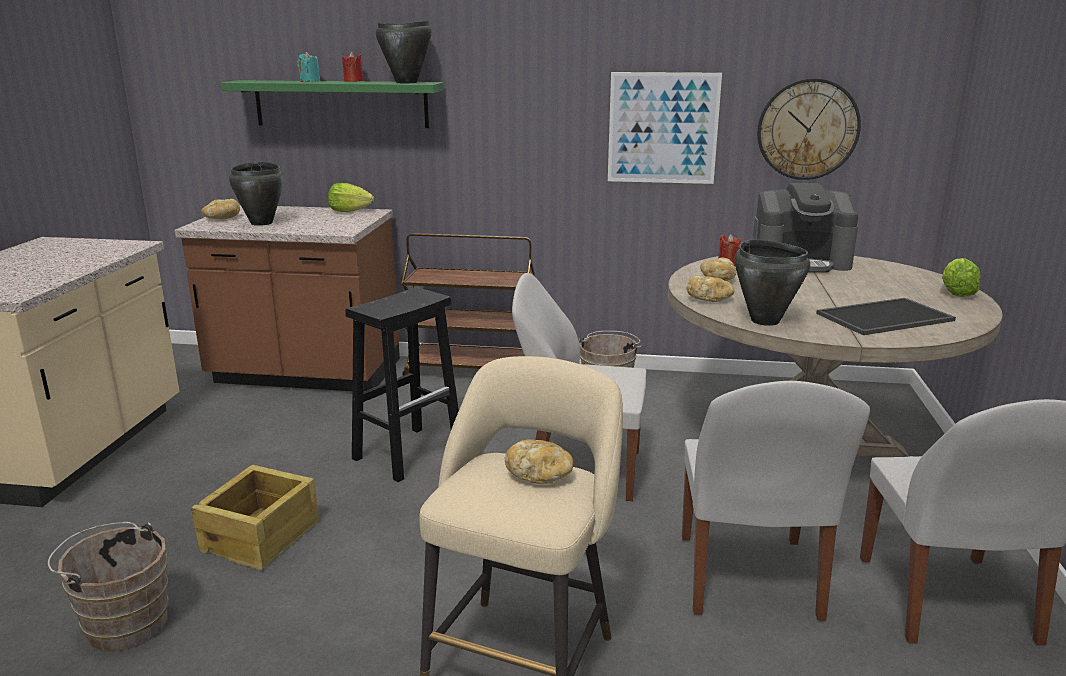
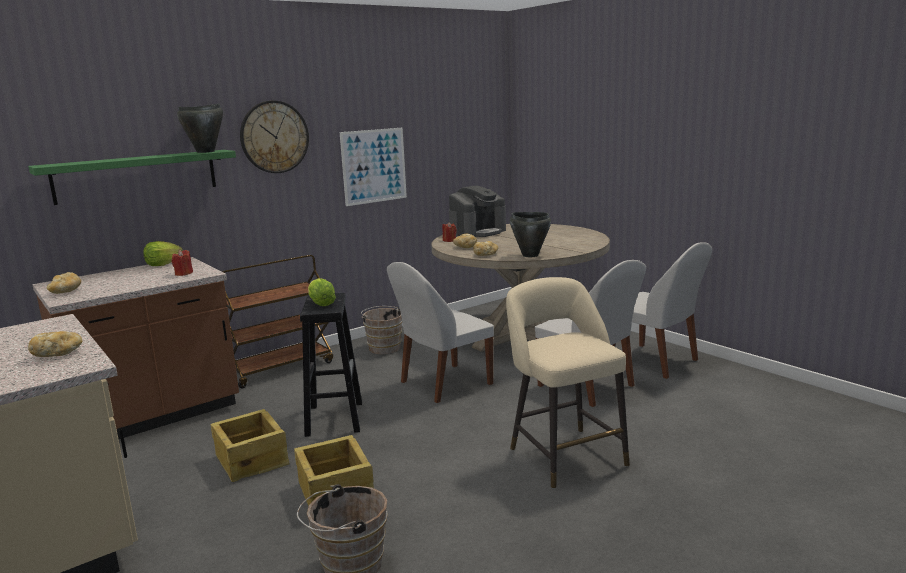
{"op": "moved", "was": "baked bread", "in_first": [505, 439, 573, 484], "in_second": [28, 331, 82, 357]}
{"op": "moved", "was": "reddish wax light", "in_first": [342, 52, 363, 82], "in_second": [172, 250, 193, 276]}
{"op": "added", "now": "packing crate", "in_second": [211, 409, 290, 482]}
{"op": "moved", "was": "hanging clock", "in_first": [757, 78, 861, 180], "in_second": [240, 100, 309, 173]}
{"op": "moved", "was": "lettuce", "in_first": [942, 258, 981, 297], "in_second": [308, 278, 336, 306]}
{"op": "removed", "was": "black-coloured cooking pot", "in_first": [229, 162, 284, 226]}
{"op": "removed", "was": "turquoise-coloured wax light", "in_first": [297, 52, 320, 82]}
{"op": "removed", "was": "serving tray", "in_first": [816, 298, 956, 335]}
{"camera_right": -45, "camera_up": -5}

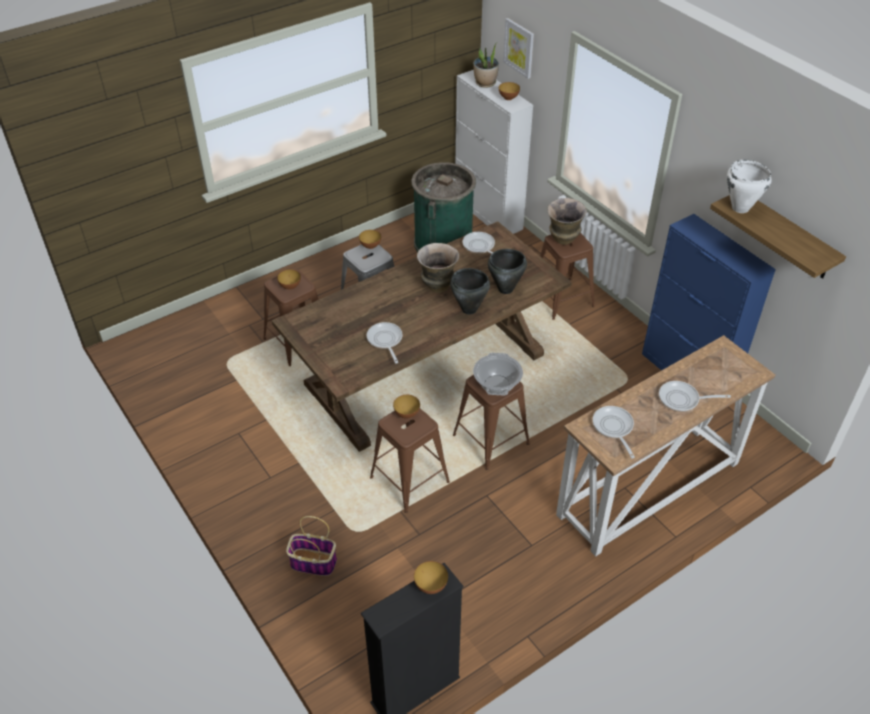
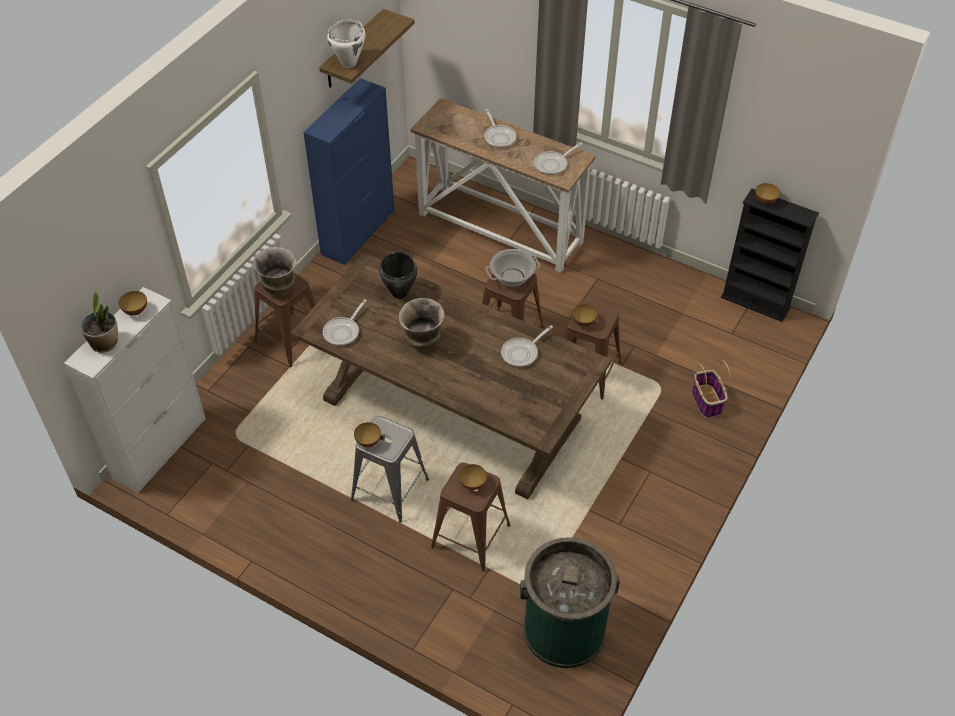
{"op": "moved", "was": "greenish rubbish bin", "in_first": [411, 162, 476, 252], "in_second": [520, 537, 620, 668]}
{"op": "removed", "was": "black-coloured cooking pot", "in_first": [450, 268, 490, 314]}
{"op": "removed", "was": "picture", "in_first": [503, 18, 534, 79]}
{"camera_right": -115, "camera_up": 5}

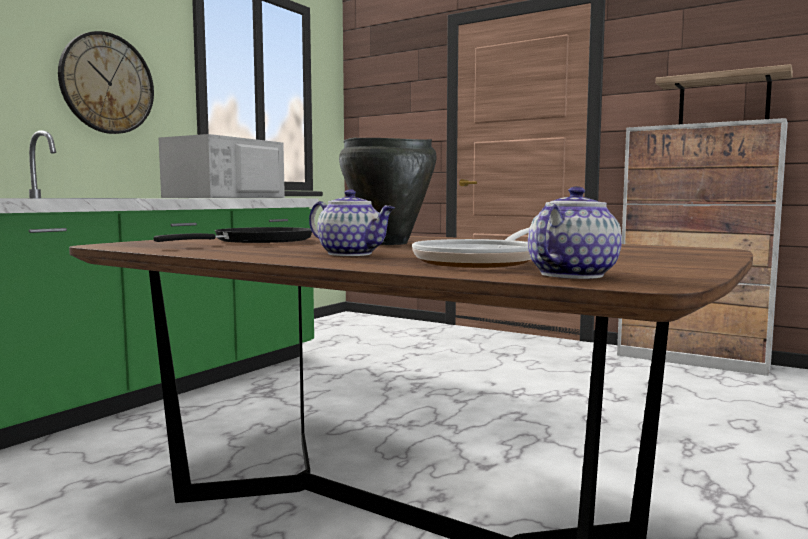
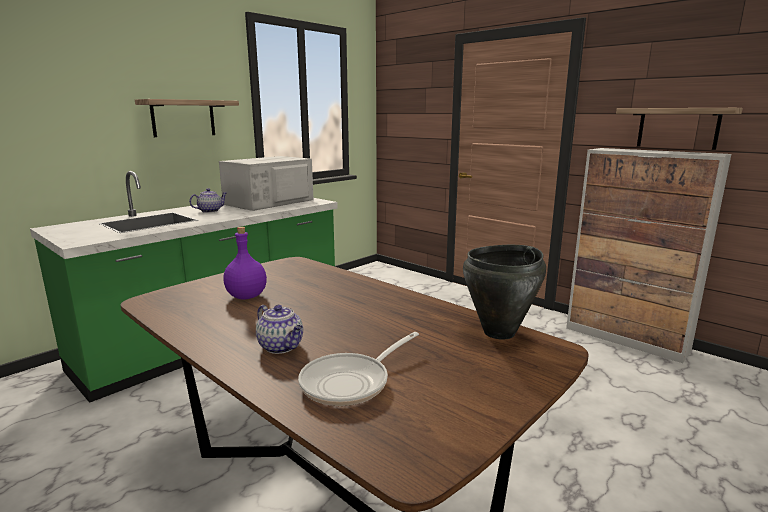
{"op": "replaced", "was": "hanging clock", "now": "wall shelf", "in_first": [58, 31, 154, 134], "in_second": [135, 99, 239, 137]}
{"op": "moved", "was": "tea pot", "in_first": [528, 186, 622, 279], "in_second": [189, 188, 227, 213]}
{"op": "replaced", "was": "black-coloured pan", "now": "purplish beverage bottle", "in_first": [154, 227, 312, 243], "in_second": [223, 227, 267, 300]}
{"op": "moved", "was": "black-coloured cooking pot", "in_first": [339, 137, 437, 245], "in_second": [463, 245, 546, 339]}
{"camera_right": 10, "camera_up": 10}

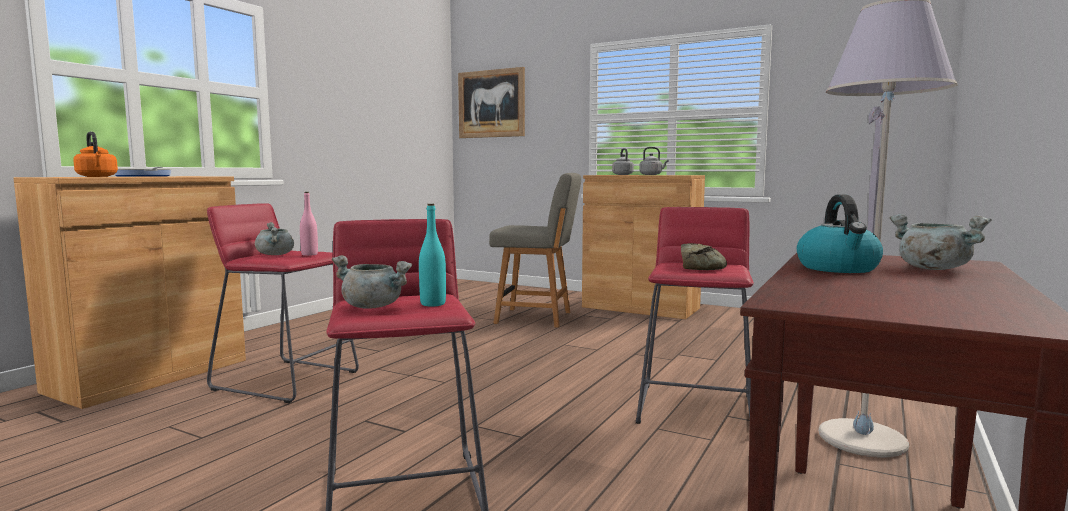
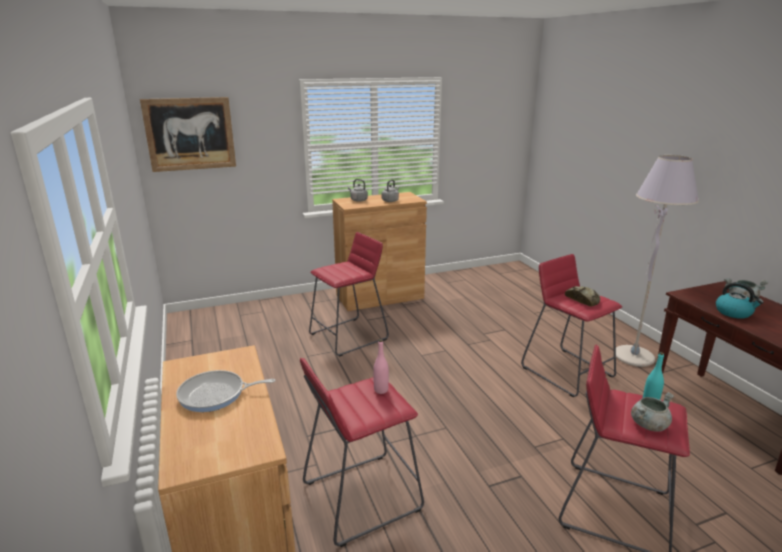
{"op": "replaced", "was": "gray chair", "now": "reddish sitting stool", "in_first": [489, 173, 581, 328], "in_second": [309, 232, 389, 357]}
{"op": "removed", "was": "orange-coloured tea kettle", "in_first": [73, 132, 118, 177]}
{"op": "removed", "was": "gray cooking pot", "in_first": [255, 222, 294, 255]}
{"camera_right": -50, "camera_up": 15}

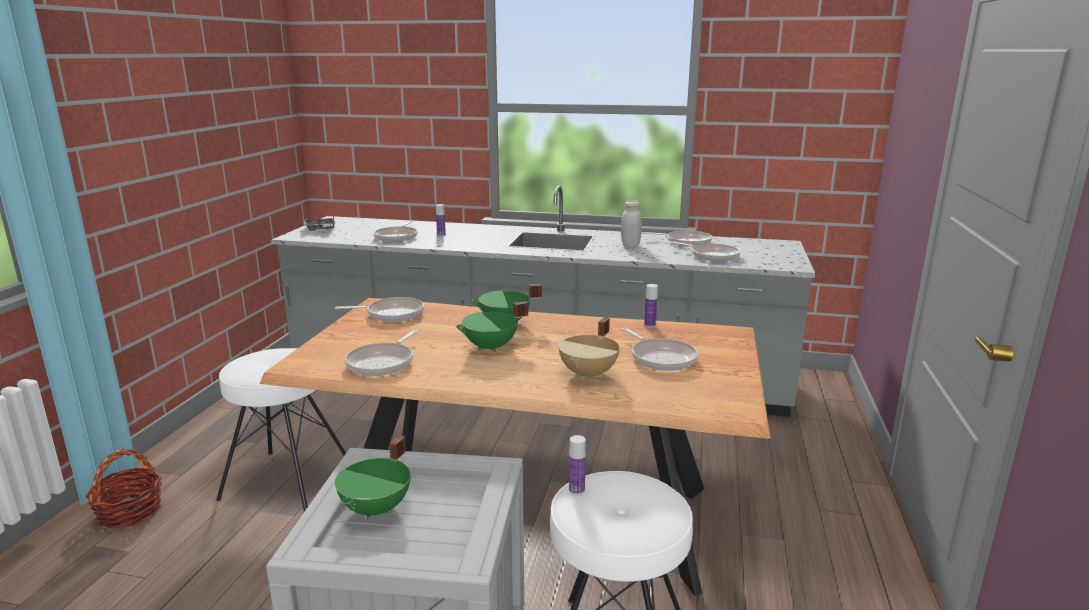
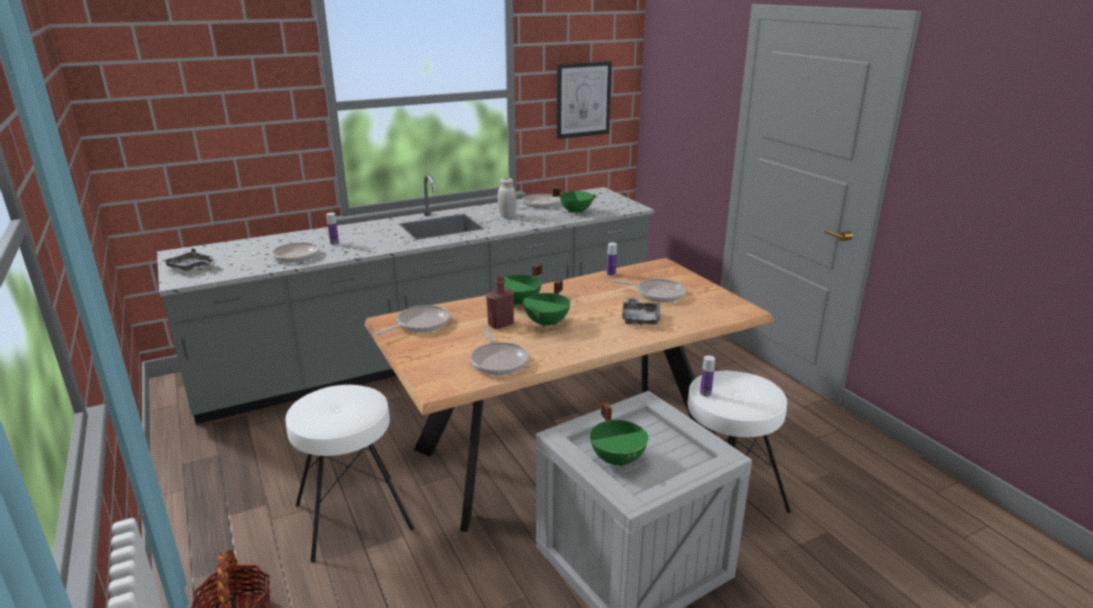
{"op": "added", "now": "reddish beverage bottle", "in_second": [486, 275, 514, 329]}
{"op": "replaced", "was": "pan", "now": "greenish cooking pot", "in_first": [669, 241, 741, 262], "in_second": [552, 187, 598, 215]}
{"op": "added", "now": "picture", "in_second": [557, 61, 612, 139]}
{"op": "replaced", "was": "sand-coloured cooking pot", "now": "gray serving tray", "in_first": [558, 317, 620, 380], "in_second": [622, 298, 660, 326]}
{"camera_right": -40, "camera_up": 5}

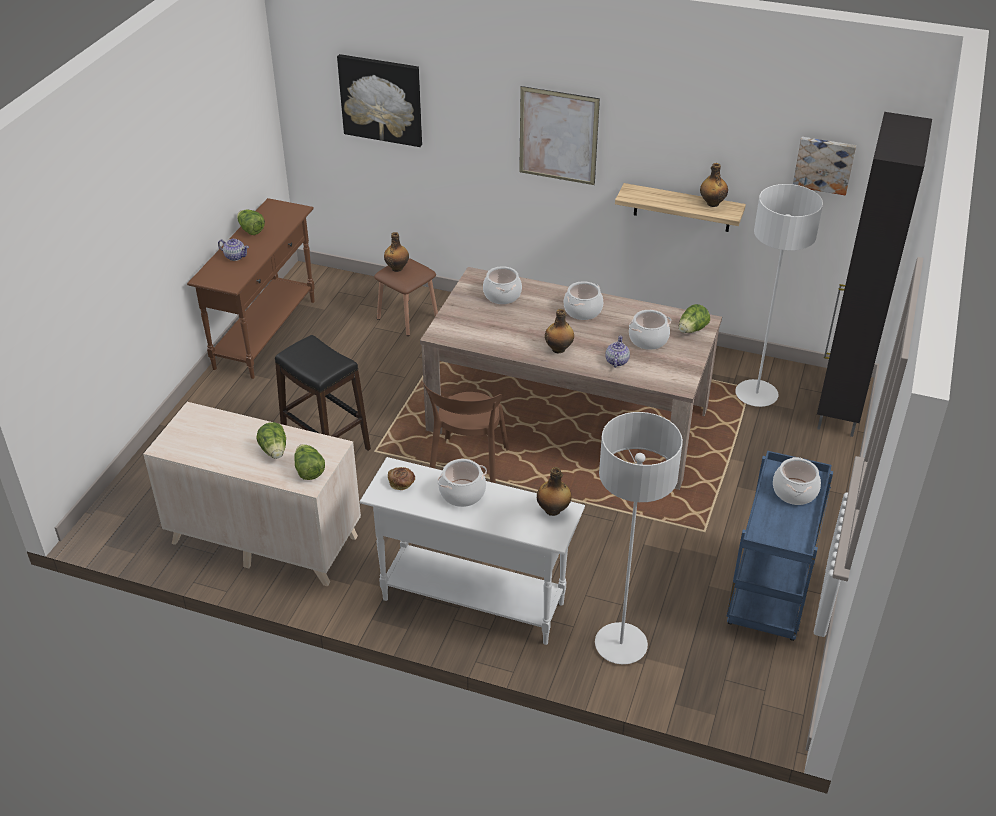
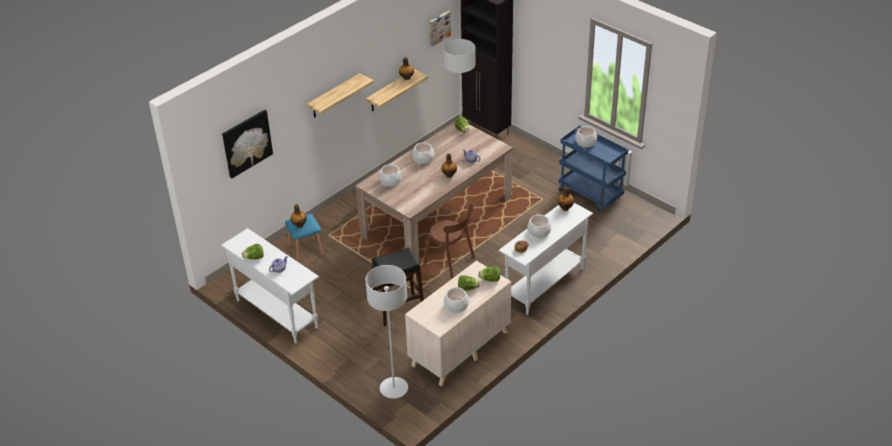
{"op": "recoloured", "was": "brown-coloured console table", "now": "white console table", "in_first": [187, 198, 315, 379], "in_second": [221, 228, 319, 343]}
{"op": "recoloured", "was": "brown-coloured sitting stool", "now": "blue-coloured sitting stool", "in_first": [374, 258, 438, 336], "in_second": [285, 214, 324, 262]}
{"op": "replaced", "was": "picture", "now": "wall shelf", "in_first": [519, 86, 600, 185], "in_second": [307, 73, 374, 118]}
{"op": "moved", "was": "gray standing lamp", "in_first": [595, 412, 683, 664], "in_second": [365, 265, 408, 399]}
{"op": "moved", "was": "cooking pot", "in_first": [629, 310, 671, 350], "in_second": [444, 287, 469, 313]}
{"camera_right": -65, "camera_up": 0}

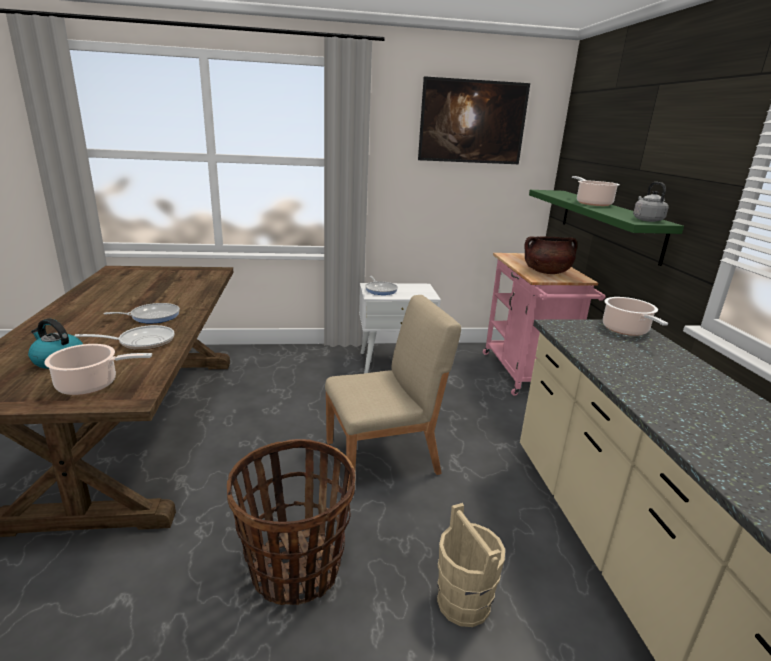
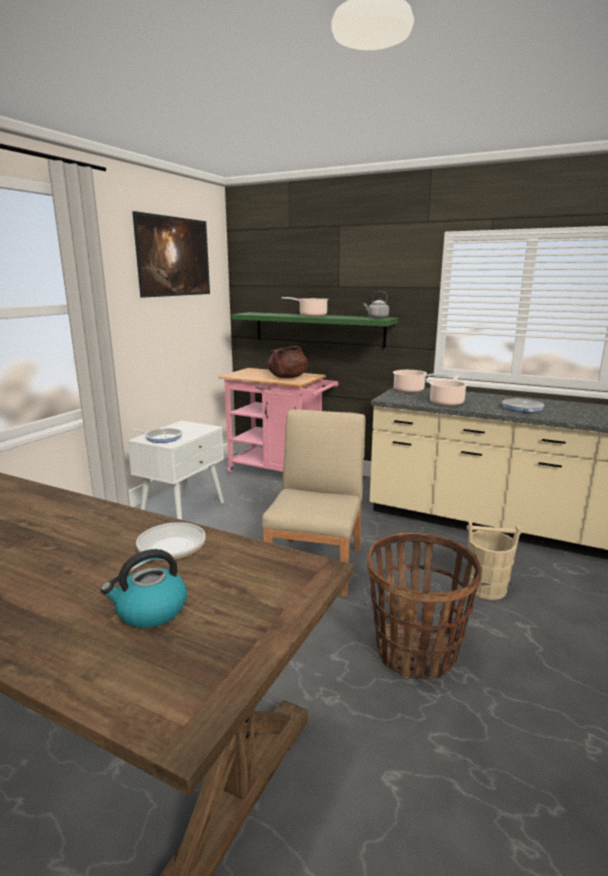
{"op": "moved", "was": "cooking pot", "in_first": [45, 344, 152, 395], "in_second": [429, 375, 468, 406]}
{"op": "moved", "was": "pan", "in_first": [103, 303, 180, 323], "in_second": [502, 398, 544, 413]}
{"camera_right": -55, "camera_up": -5}

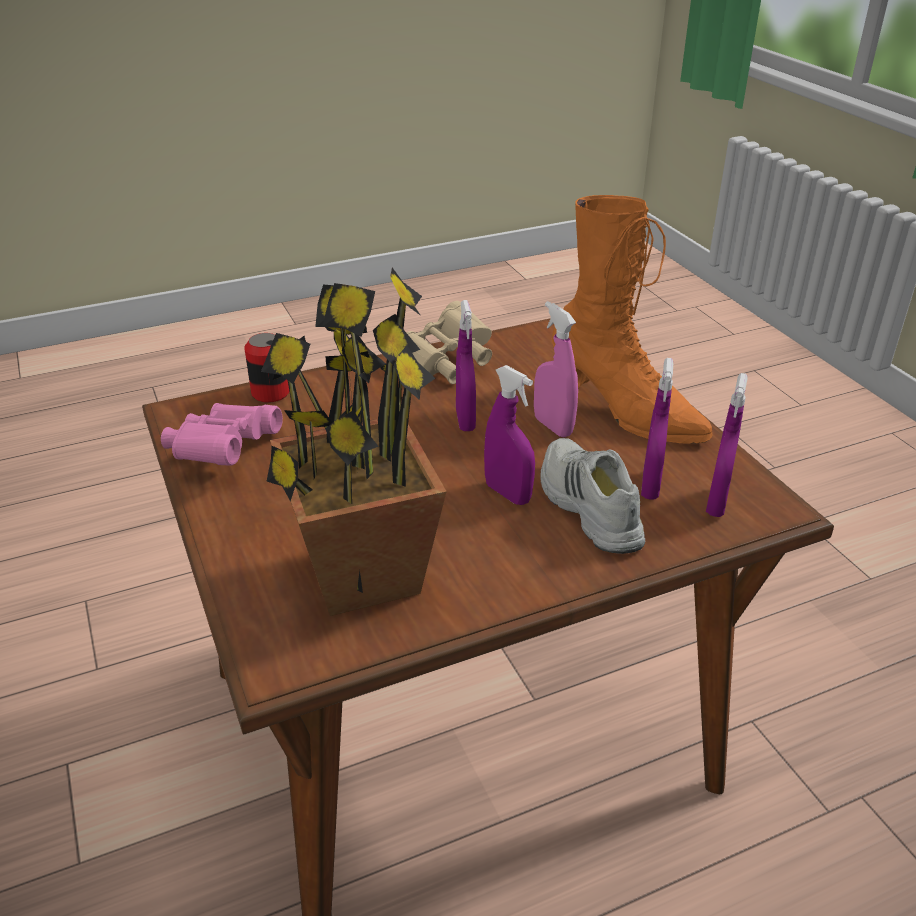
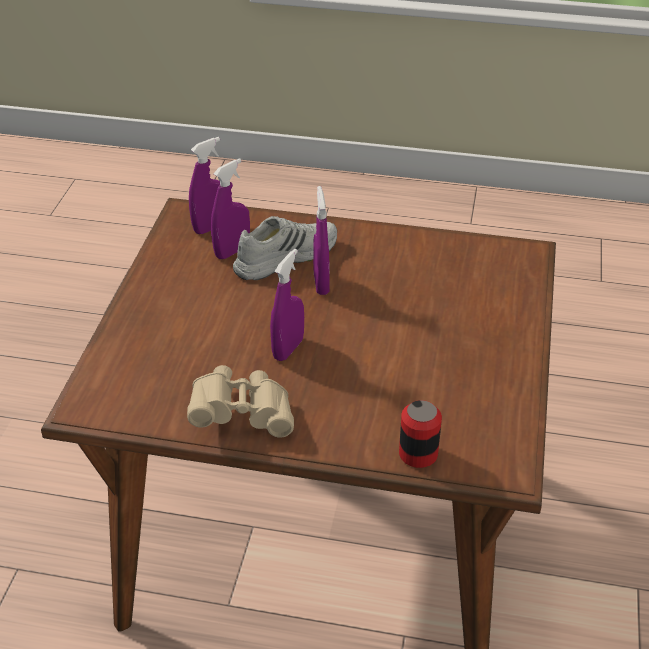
{"op": "turned", "was": "white shoe", "in_first": [541, 438, 645, 554], "in_second": [233, 216, 337, 280], "clockwise": -135}
{"op": "removed", "was": "pink-coloured binoculars", "in_first": [161, 403, 283, 466]}
{"op": "removed", "was": "plant in a pot", "in_first": [261, 268, 447, 616]}
{"op": "removed", "was": "pink-coloured spray bottle", "in_first": [534, 301, 578, 438]}
{"op": "removed", "was": "orange-coloured tall boot", "in_first": [552, 195, 713, 444]}
{"camera_right": -145, "camera_up": 5}

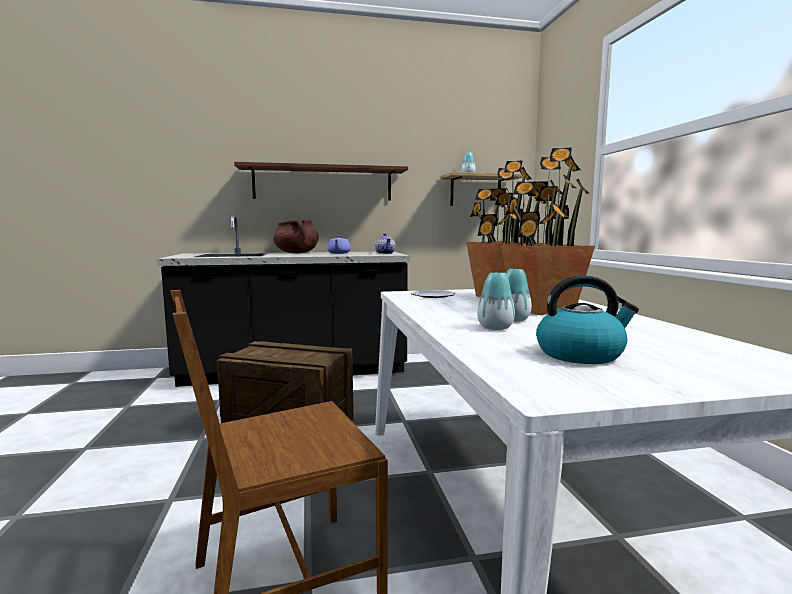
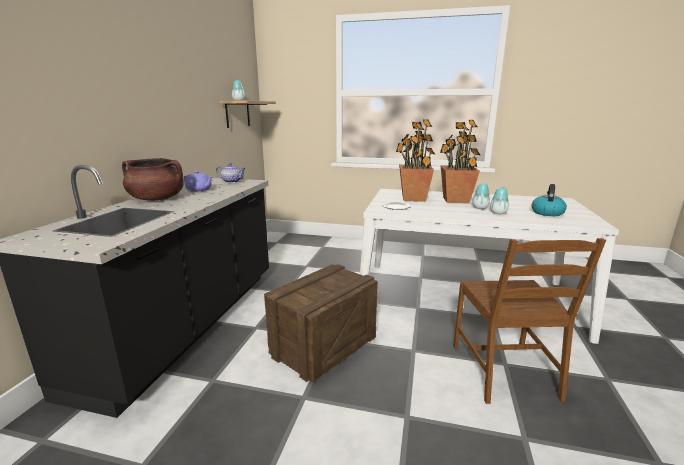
{"op": "removed", "was": "brown-coloured wall shelf", "in_first": [234, 162, 408, 200]}
{"camera_right": -65, "camera_up": 10}

